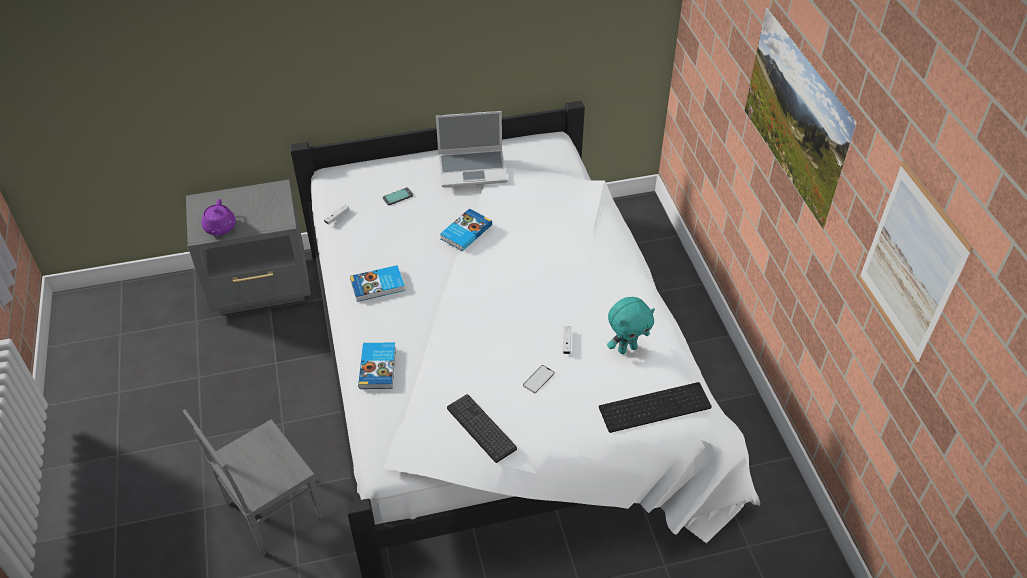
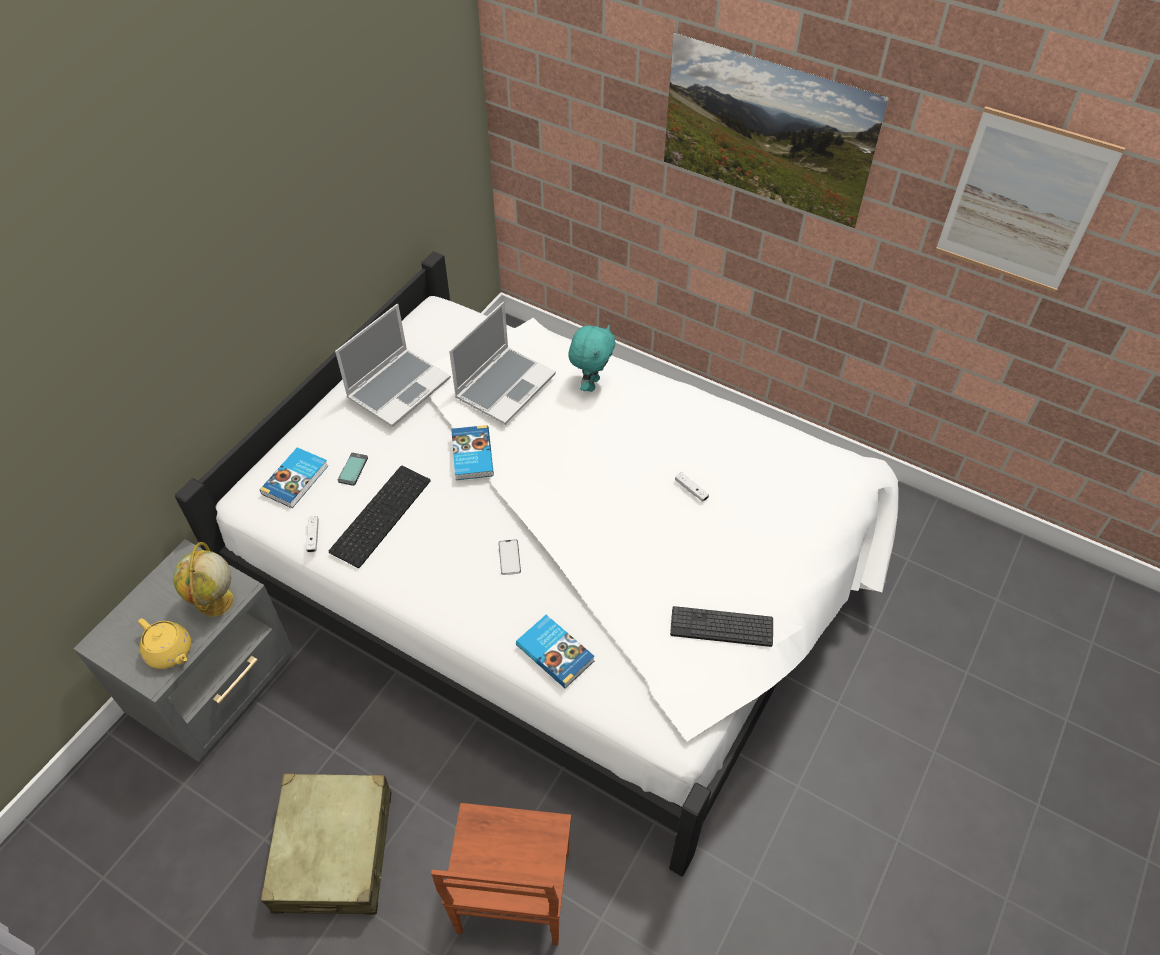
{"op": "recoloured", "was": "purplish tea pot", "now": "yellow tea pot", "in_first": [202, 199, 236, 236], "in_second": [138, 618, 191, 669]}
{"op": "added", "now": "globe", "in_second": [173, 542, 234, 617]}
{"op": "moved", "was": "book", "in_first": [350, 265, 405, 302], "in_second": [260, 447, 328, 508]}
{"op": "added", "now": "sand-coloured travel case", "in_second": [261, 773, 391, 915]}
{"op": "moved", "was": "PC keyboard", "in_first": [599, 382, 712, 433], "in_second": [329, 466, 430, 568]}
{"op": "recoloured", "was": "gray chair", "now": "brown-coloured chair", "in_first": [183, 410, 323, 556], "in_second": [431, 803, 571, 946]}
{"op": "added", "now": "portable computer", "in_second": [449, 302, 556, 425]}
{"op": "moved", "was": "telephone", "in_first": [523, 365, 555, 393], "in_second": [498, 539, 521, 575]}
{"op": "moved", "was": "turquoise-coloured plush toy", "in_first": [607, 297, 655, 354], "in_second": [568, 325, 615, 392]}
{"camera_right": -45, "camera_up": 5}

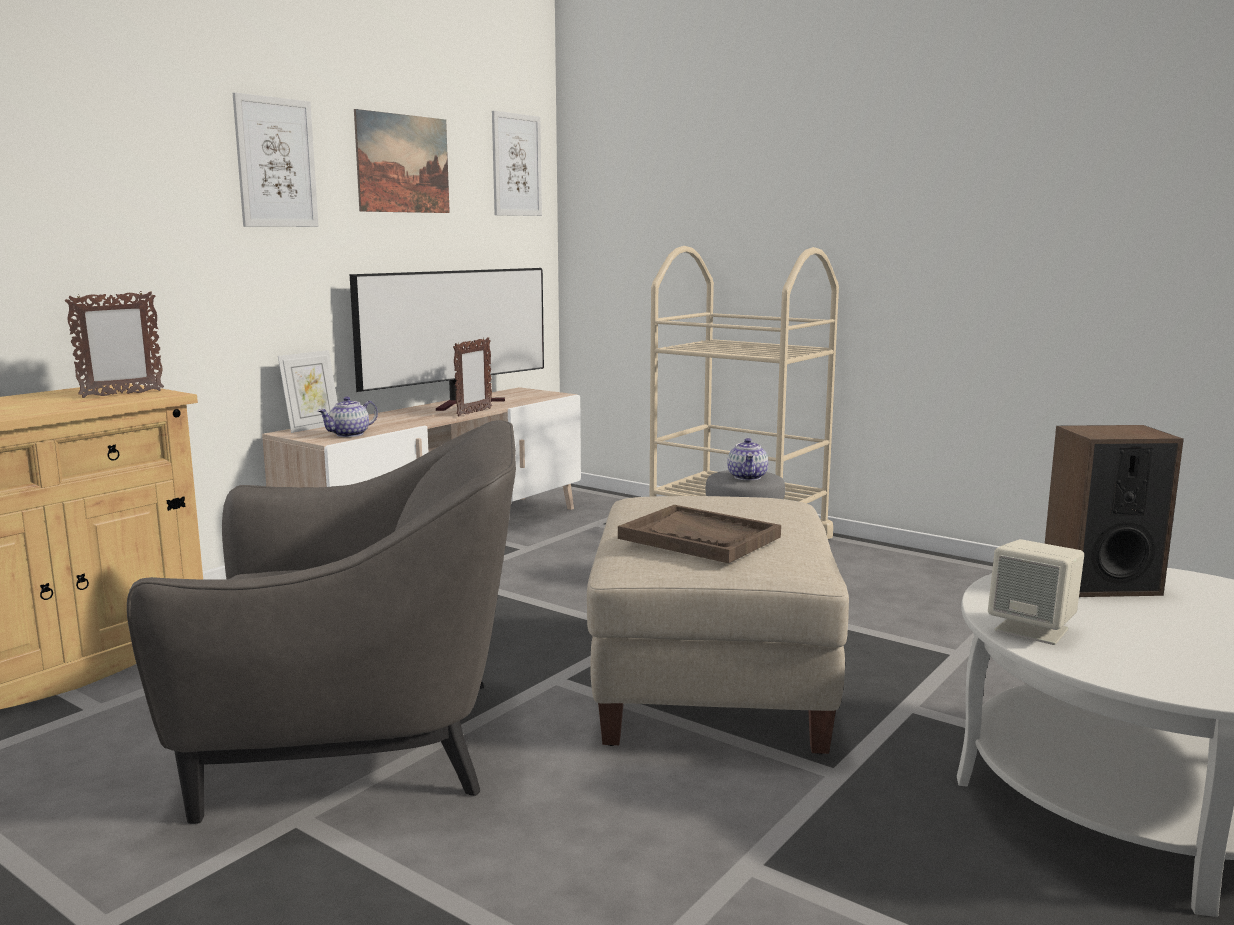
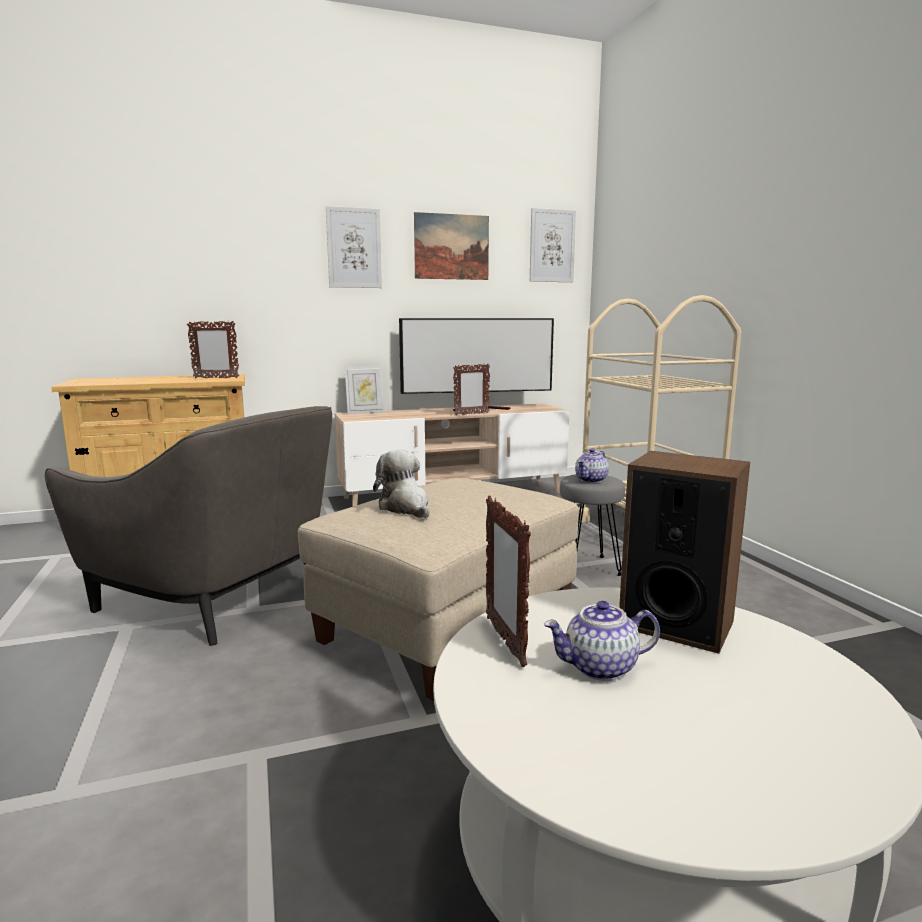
{"op": "replaced", "was": "brown-coloured serving tray", "now": "plush toy", "in_first": [618, 505, 781, 563], "in_second": [373, 450, 429, 518]}
{"op": "replaced", "was": "sand-coloured speaker", "now": "photo frame", "in_first": [988, 539, 1084, 645], "in_second": [486, 496, 531, 667]}
{"op": "moved", "was": "tea pot", "in_first": [318, 397, 378, 437], "in_second": [544, 601, 660, 681]}
{"camera_right": 35, "camera_up": 0}

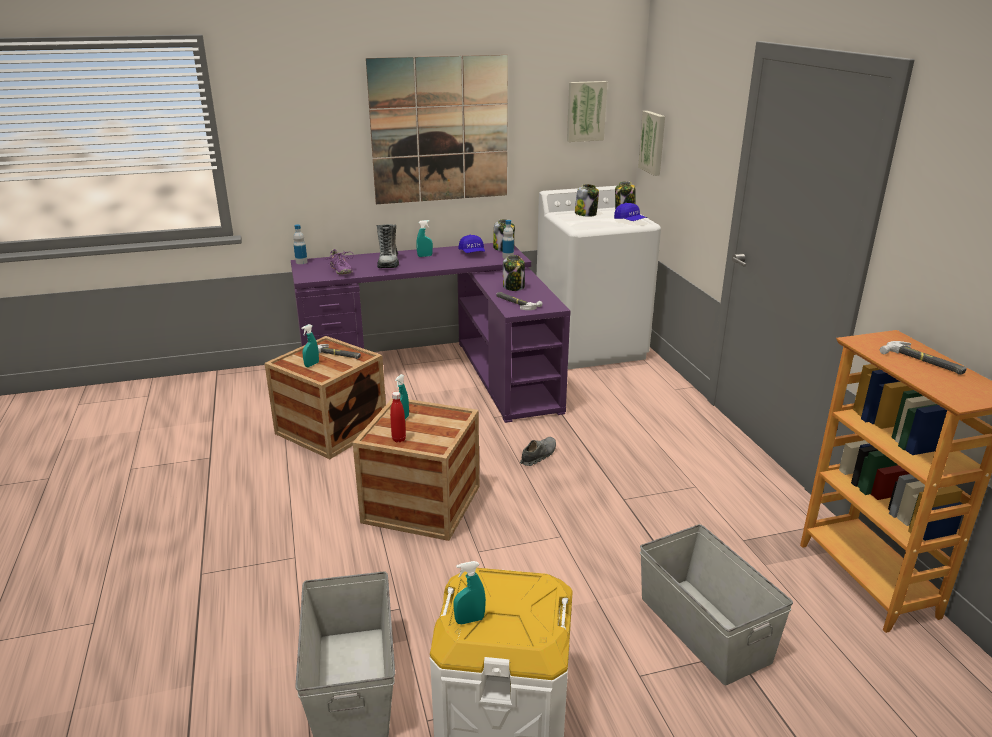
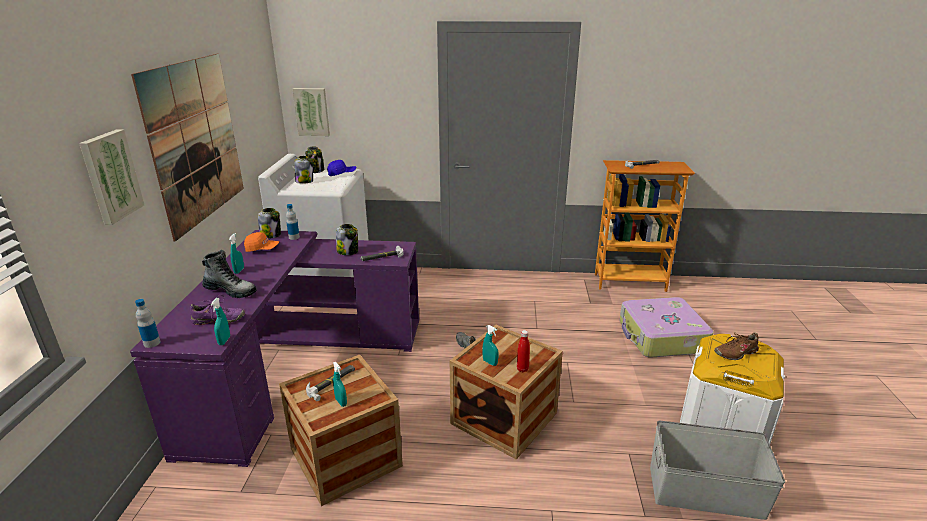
{"op": "moved", "was": "picture", "in_first": [567, 81, 607, 142], "in_second": [79, 129, 144, 225]}
{"op": "moved", "was": "turquoise-coloured spray bottle", "in_first": [453, 561, 486, 624], "in_second": [211, 298, 230, 345]}
{"op": "recoloured", "was": "blue-coloured cap", "now": "orange-coloured cap", "in_first": [458, 235, 485, 253], "in_second": [244, 232, 279, 252]}
{"op": "replaced", "was": "gray storage container", "now": "travel case", "in_first": [640, 524, 793, 685], "in_second": [620, 297, 714, 358]}
{"op": "added", "now": "brown-coloured shoe", "in_second": [714, 332, 759, 360]}
{"camera_right": -70, "camera_up": 0}

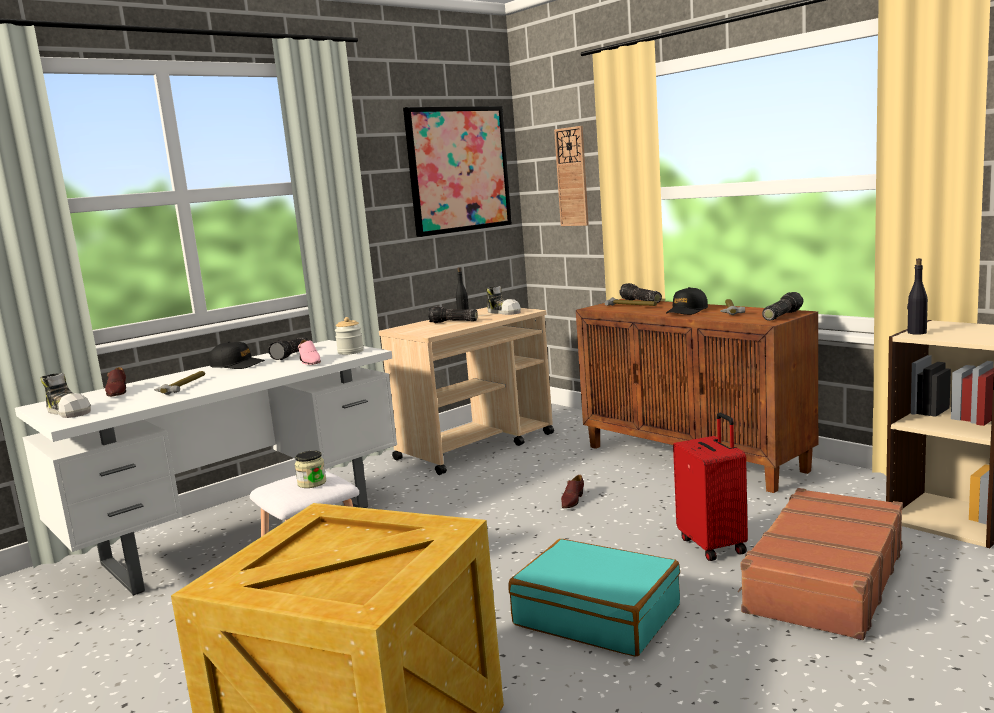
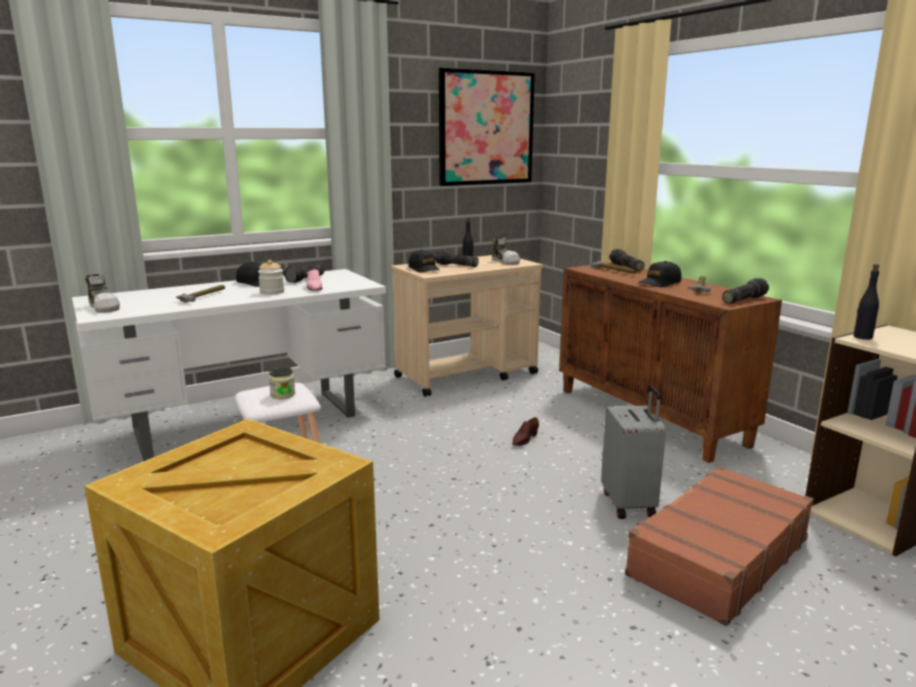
{"op": "moved", "was": "storage jar", "in_first": [335, 317, 364, 355], "in_second": [258, 260, 284, 295]}
{"op": "added", "now": "black-coloured cap", "in_second": [408, 250, 440, 272]}
{"op": "recoloured", "was": "reddish travel case", "now": "gray travel case", "in_first": [673, 413, 748, 561], "in_second": [601, 386, 666, 519]}
{"op": "removed", "was": "brown-coloured shoe", "in_first": [105, 367, 126, 397]}
{"op": "removed", "was": "turquoise-coloured travel case", "in_first": [509, 539, 680, 657]}
{"op": "removed", "was": "hanging clock", "in_first": [554, 126, 589, 226]}
{"camera_right": 10, "camera_up": 5}

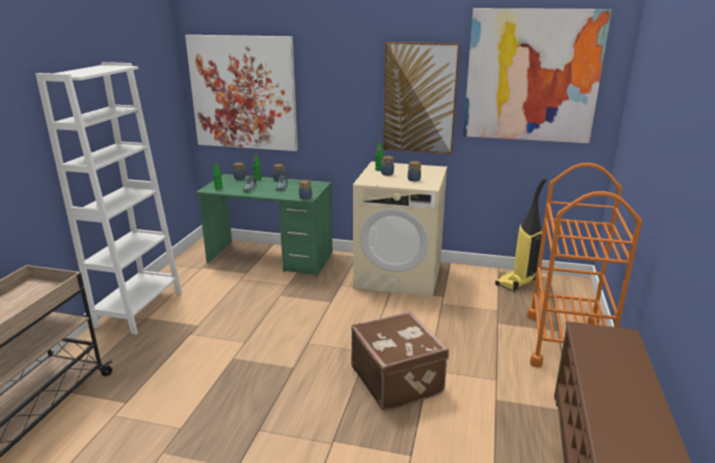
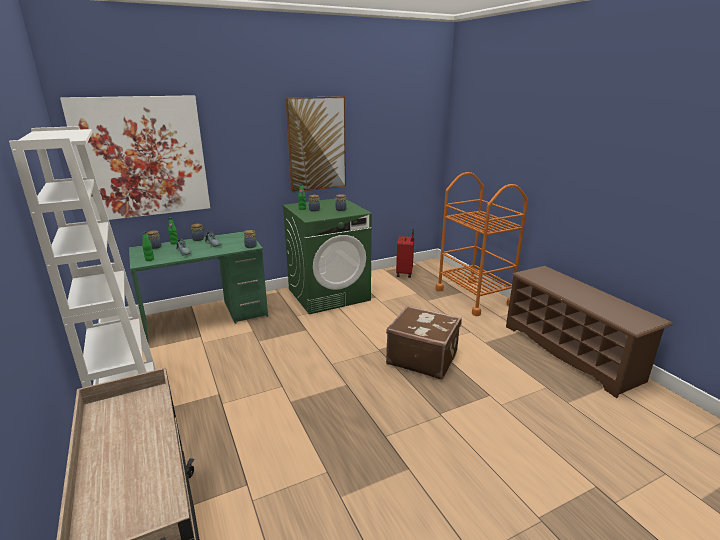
{"op": "recoloured", "was": "sand-coloured laundry appliance", "now": "greenish laundry appliance", "in_first": [353, 161, 447, 298], "in_second": [283, 198, 372, 314]}
{"op": "replaced", "was": "hoover", "now": "reddish travel case", "in_first": [495, 178, 547, 291], "in_second": [396, 229, 414, 278]}
{"op": "removed", "was": "picture", "in_first": [463, 8, 612, 143]}
{"camera_right": -40, "camera_up": 0}

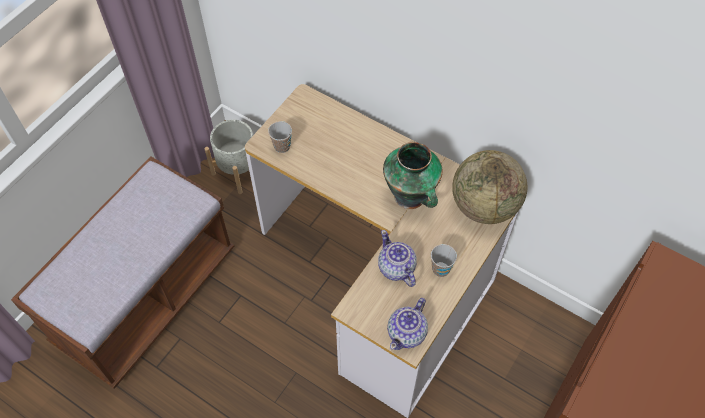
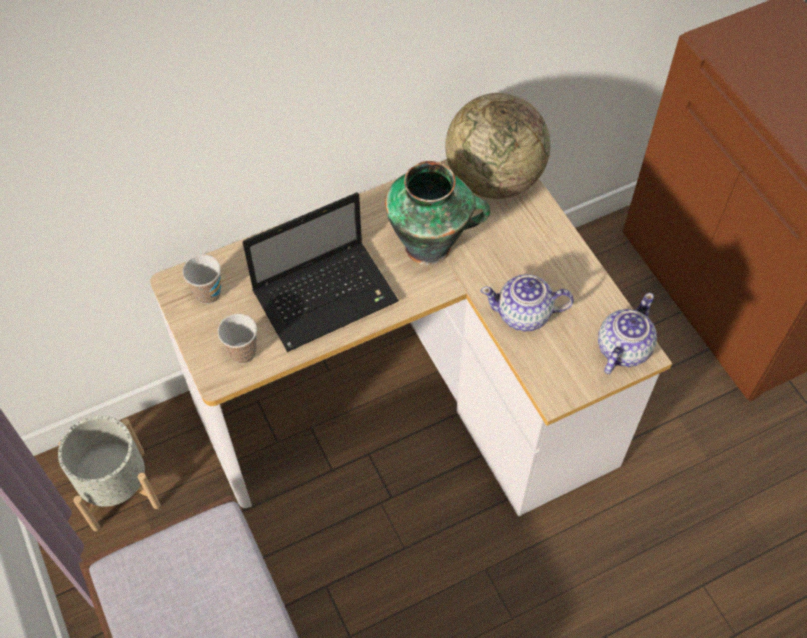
{"op": "moved", "was": "cup", "in_first": [431, 244, 457, 277], "in_second": [182, 255, 221, 304]}
{"op": "added", "now": "portable computer", "in_second": [243, 192, 399, 352]}
{"op": "turned", "was": "tea pot", "in_first": [387, 298, 428, 350], "in_second": [598, 293, 657, 374], "clockwise": -120}
{"camera_right": -60, "camera_up": 0}

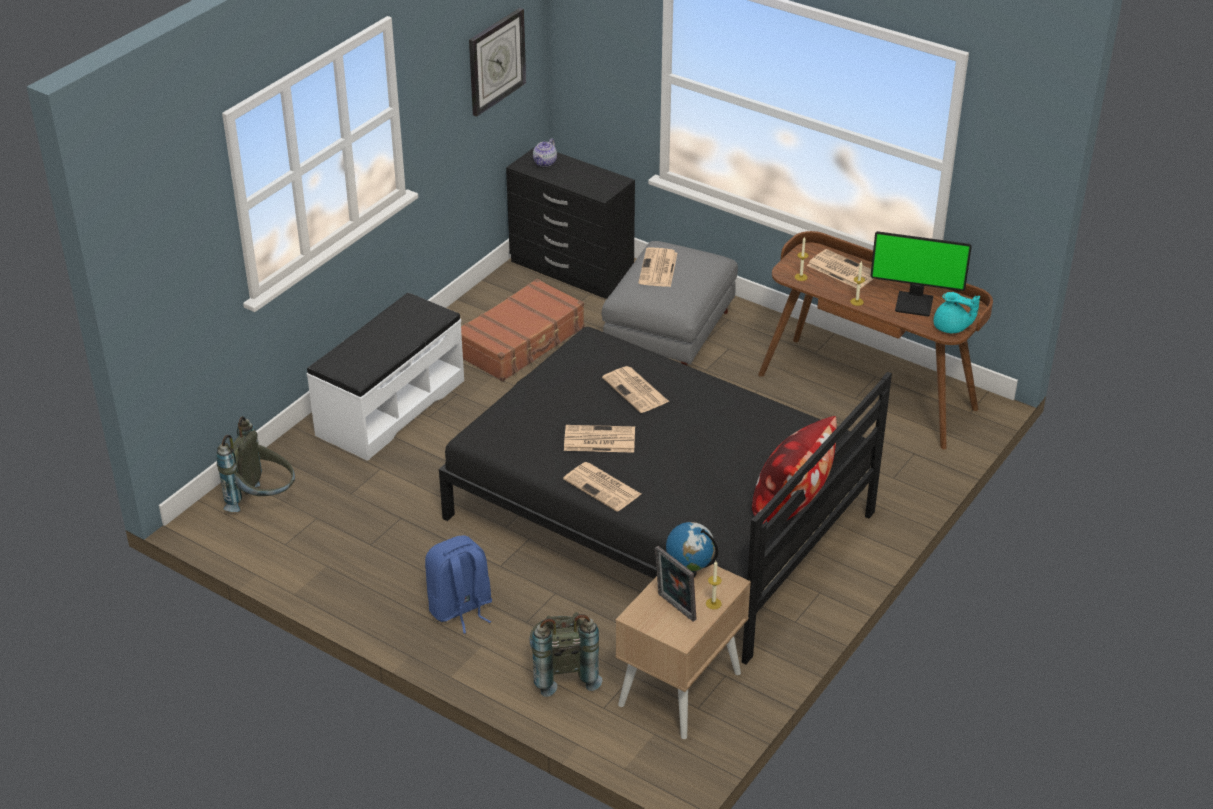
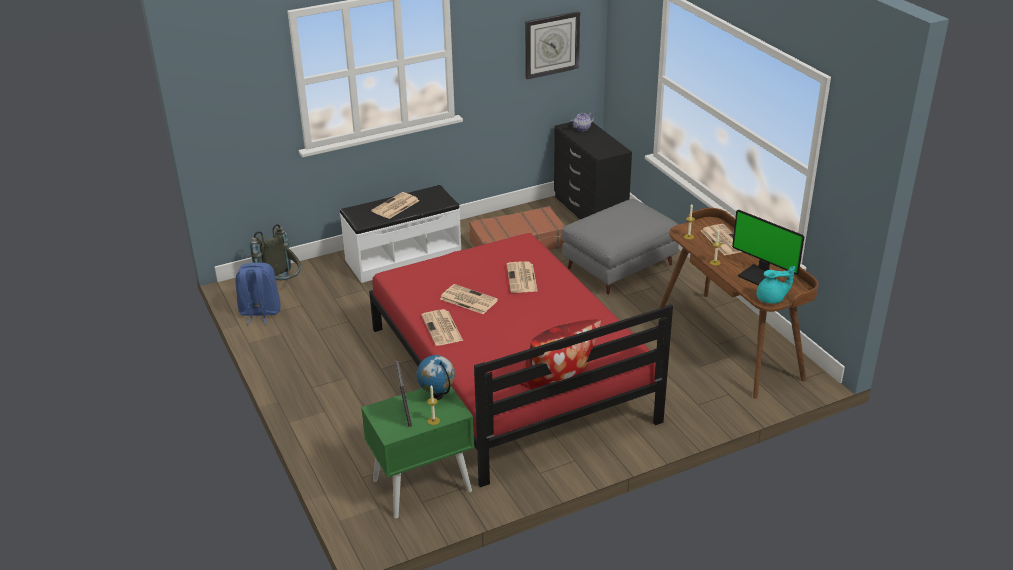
{"op": "moved", "was": "blue-coloured rucksack", "in_first": [425, 535, 492, 634], "in_second": [235, 263, 281, 325]}
{"op": "recoloured", "was": "sand-coloured night table", "now": "greenish night table", "in_first": [615, 564, 751, 739], "in_second": [361, 387, 474, 518]}
{"op": "recoloured", "was": "black-coloured sleeping bed", "now": "reddish sleeping bed", "in_first": [439, 327, 892, 664], "in_second": [369, 233, 673, 487]}
{"op": "moved", "was": "printed paper", "in_first": [638, 247, 677, 287], "in_second": [371, 192, 419, 219]}
{"op": "turned", "was": "turquoise-coloured tea pot", "in_first": [934, 292, 980, 333], "in_second": [756, 266, 795, 304], "clockwise": -60}
{"op": "removed", "was": "gray rucksack", "in_first": [530, 612, 603, 697]}
{"camera_right": 30, "camera_up": -5}

